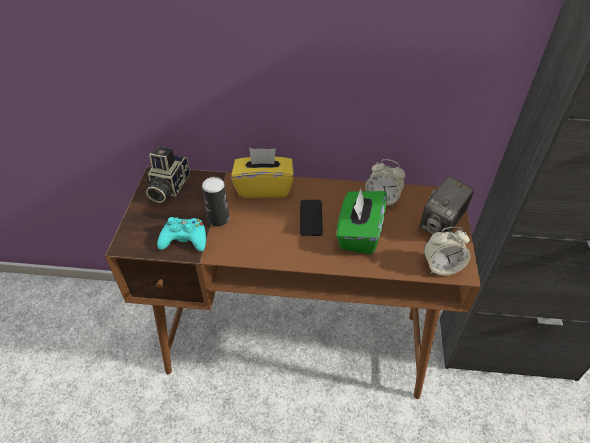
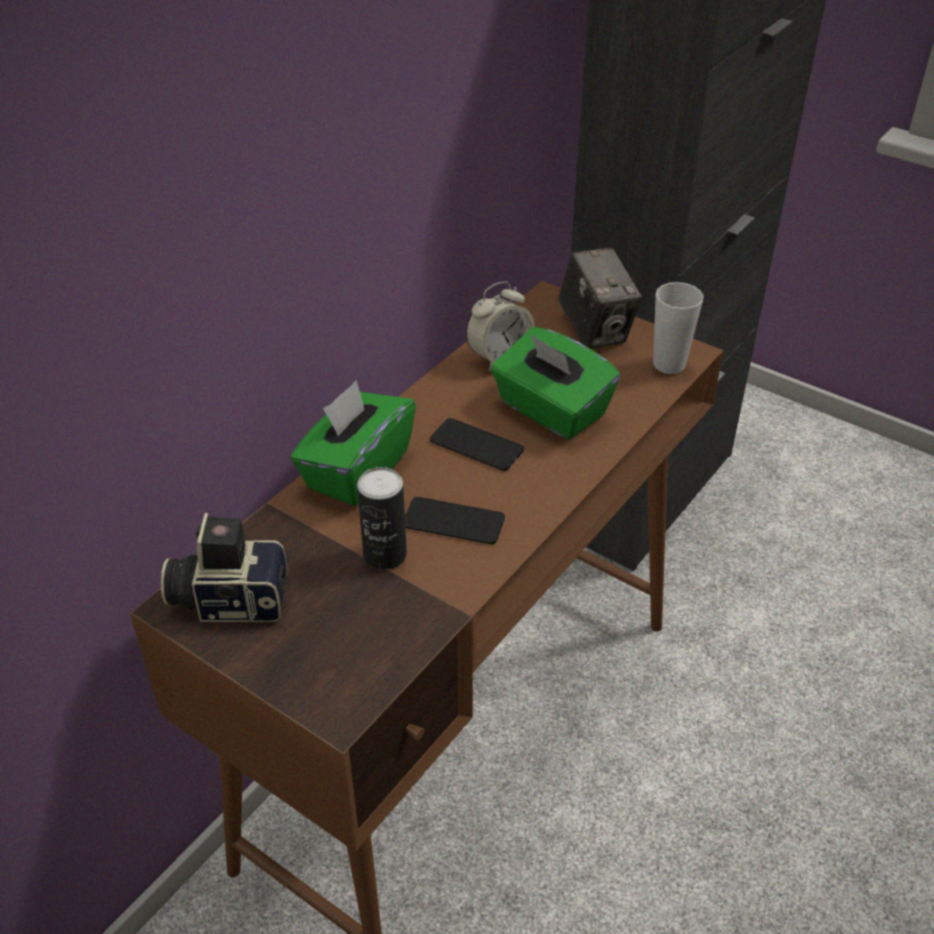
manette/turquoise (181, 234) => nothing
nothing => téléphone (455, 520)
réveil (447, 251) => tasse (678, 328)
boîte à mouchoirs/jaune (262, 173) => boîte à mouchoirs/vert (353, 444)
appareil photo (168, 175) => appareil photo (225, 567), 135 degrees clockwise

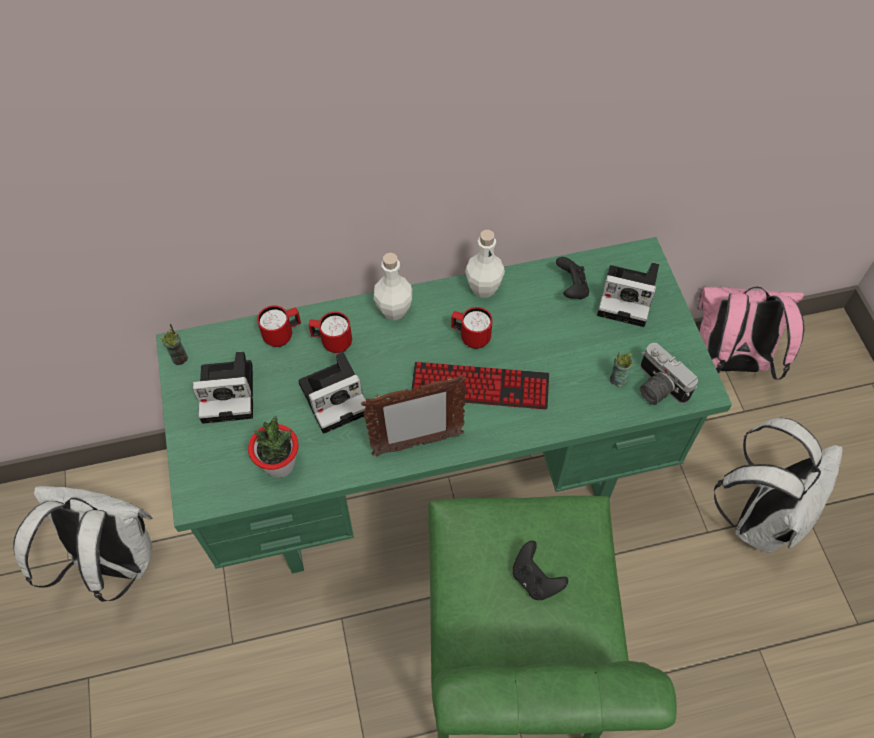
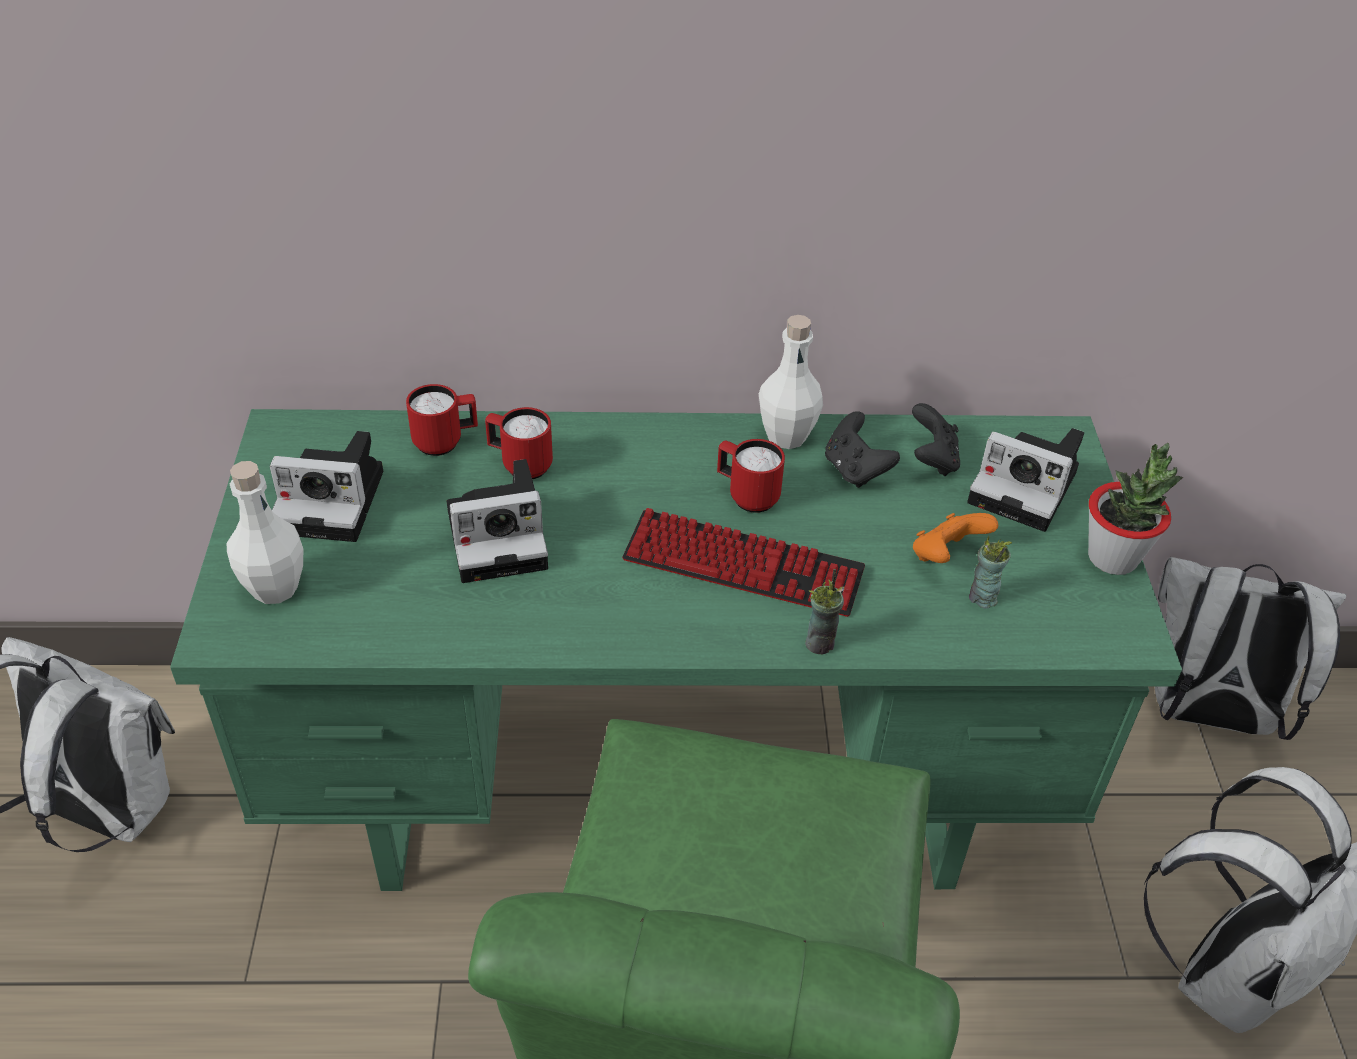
cadre photo (414, 415) => nothing
appareil photo (669, 374) => nothing
nothing => manette/orange (955, 538)
tasse (173, 344) => tasse (825, 612), moved
plante en pot (273, 447) => plante en pot (1135, 509), moved
bouteille/blanc (393, 286) => bouteille/blanc (264, 532), moved
manette/noir (540, 570) => manette/noir (862, 449), moved
sac à dos/rose (750, 333) => sac à dos/blanc (1250, 648)

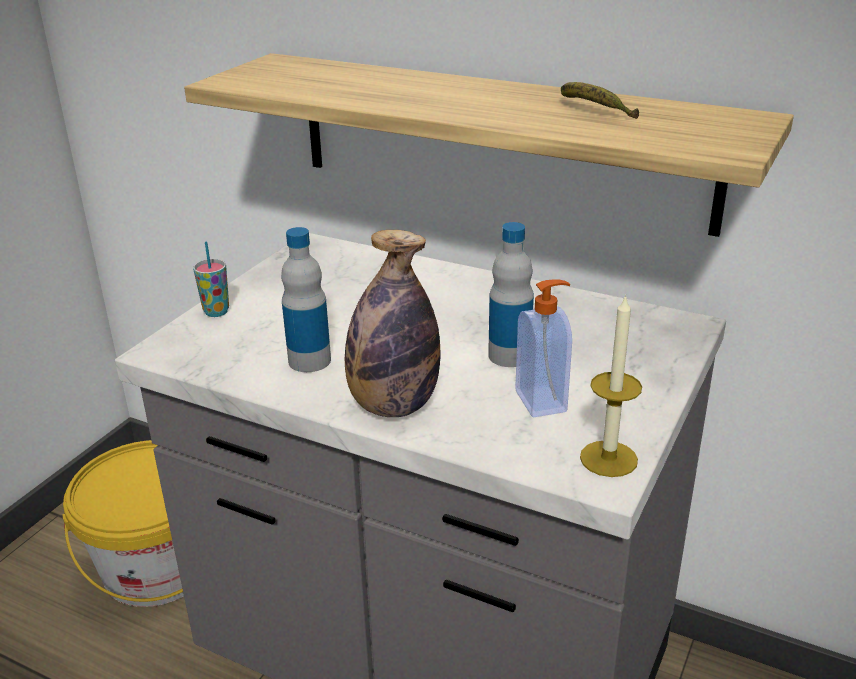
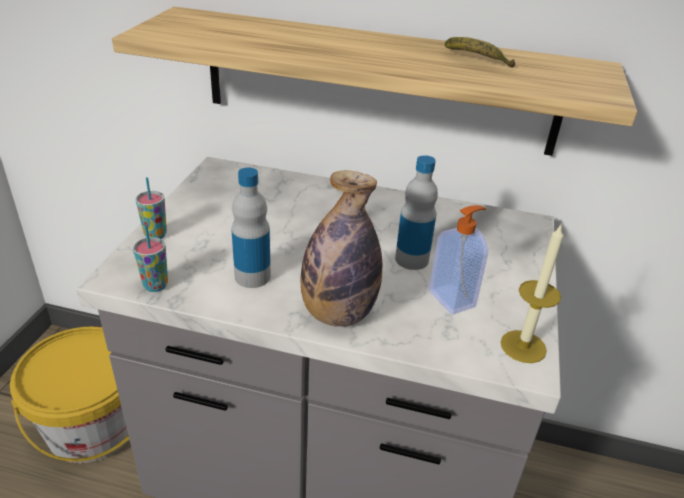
nothing => tasse (150, 258)

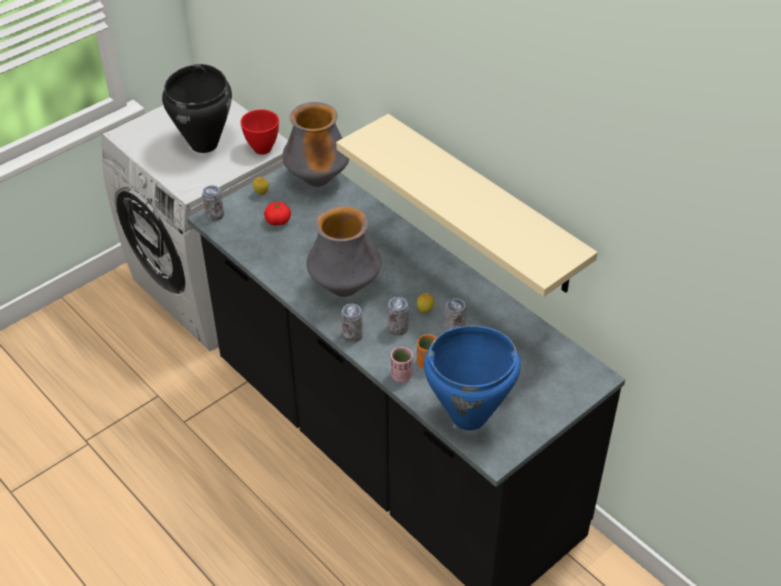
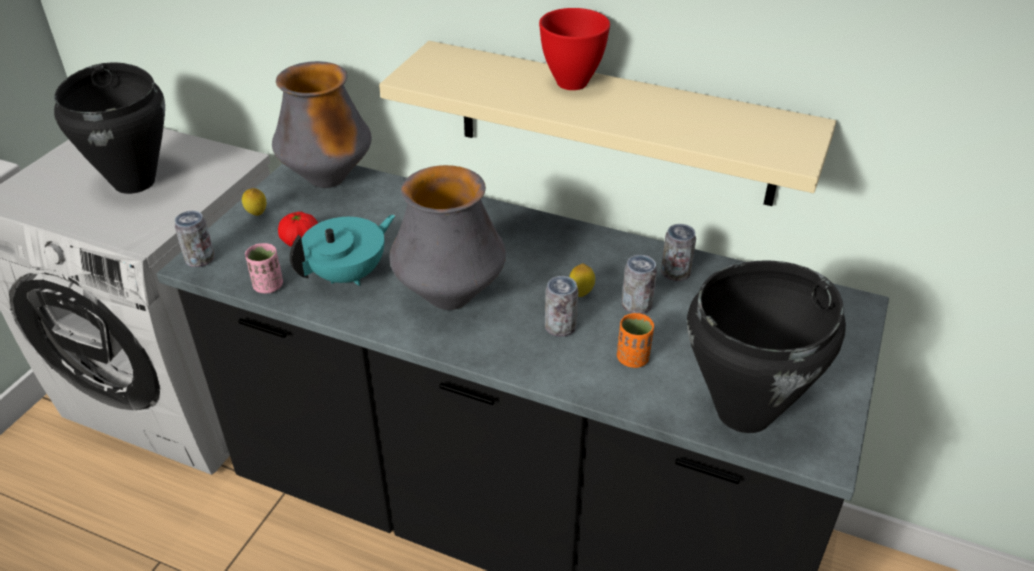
nothing => théière/turquoise (342, 250)
bol/rouge (259, 132) => bol/rouge (574, 49), moved
boîte métallique (352, 323) => boîte métallique (678, 252), moved
tasse/rose (402, 364) => tasse/rose (264, 268), moved
marmite/bleu (472, 378) => marmite/noir (766, 346)

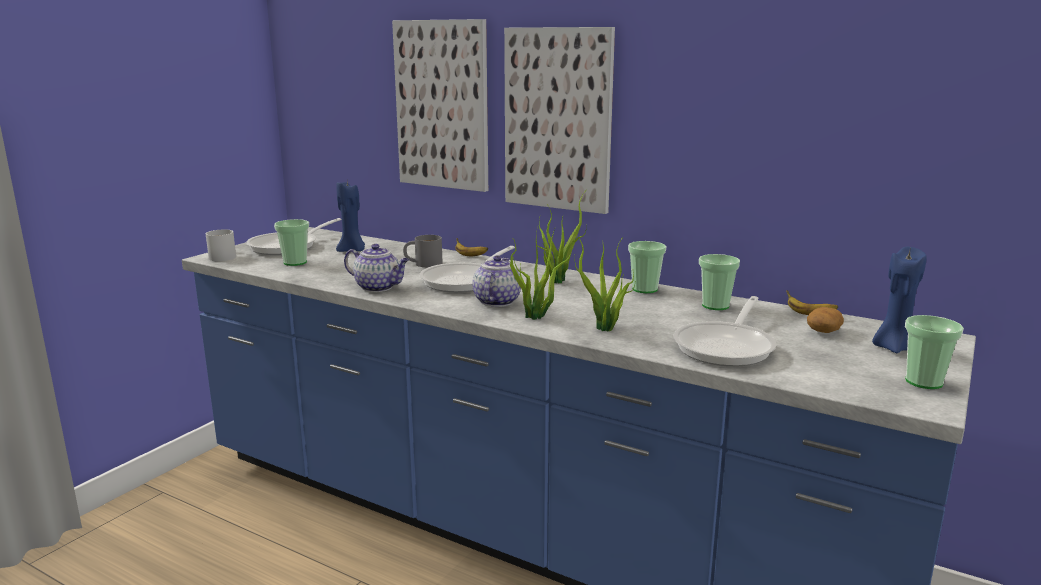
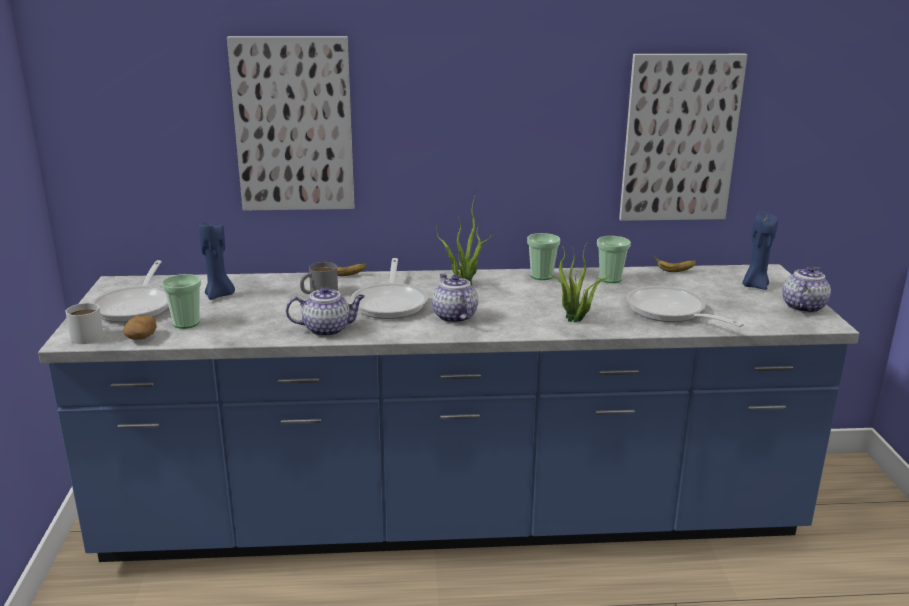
plante en pot (541, 274) => nothing
tableau (559, 120) => tableau (683, 137), moved
pomme de terre (825, 320) => pomme de terre (140, 327), moved
tasse (934, 352) => théière (806, 289)
poêle (725, 331) => poêle (685, 306), 150 degrees clockwise

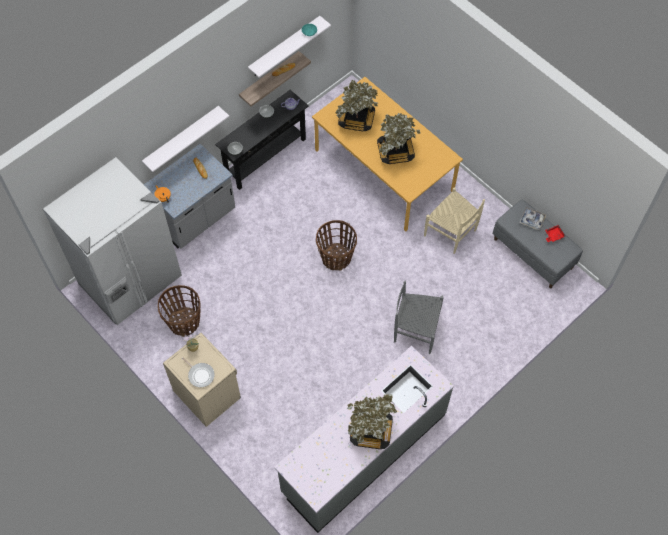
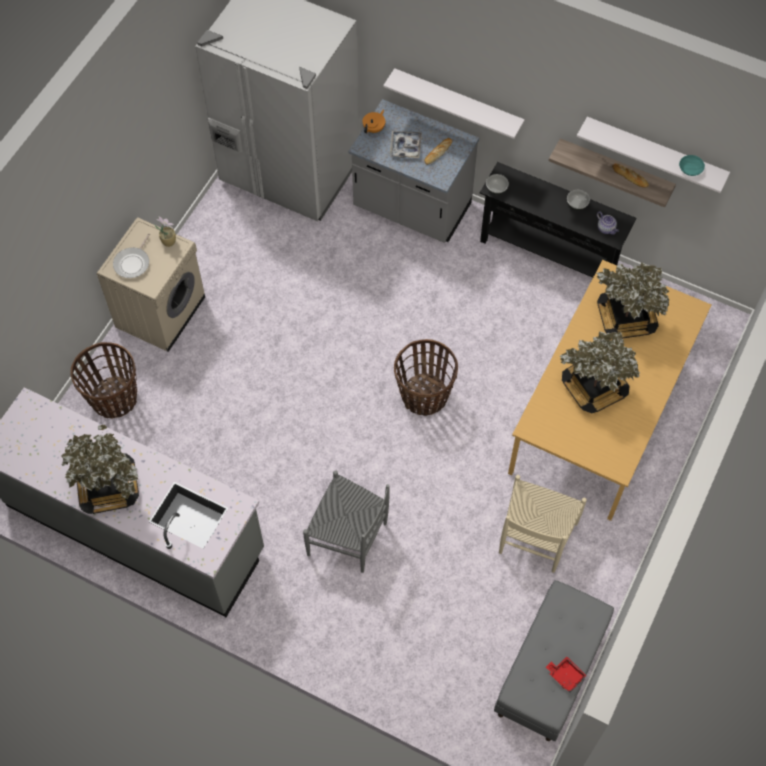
panier (179, 311) => panier (104, 380), moved
plateau (532, 218) => plateau (406, 144), moved
chaise/gris (419, 317) => chaise/gris (346, 521), 120 degrees clockwise

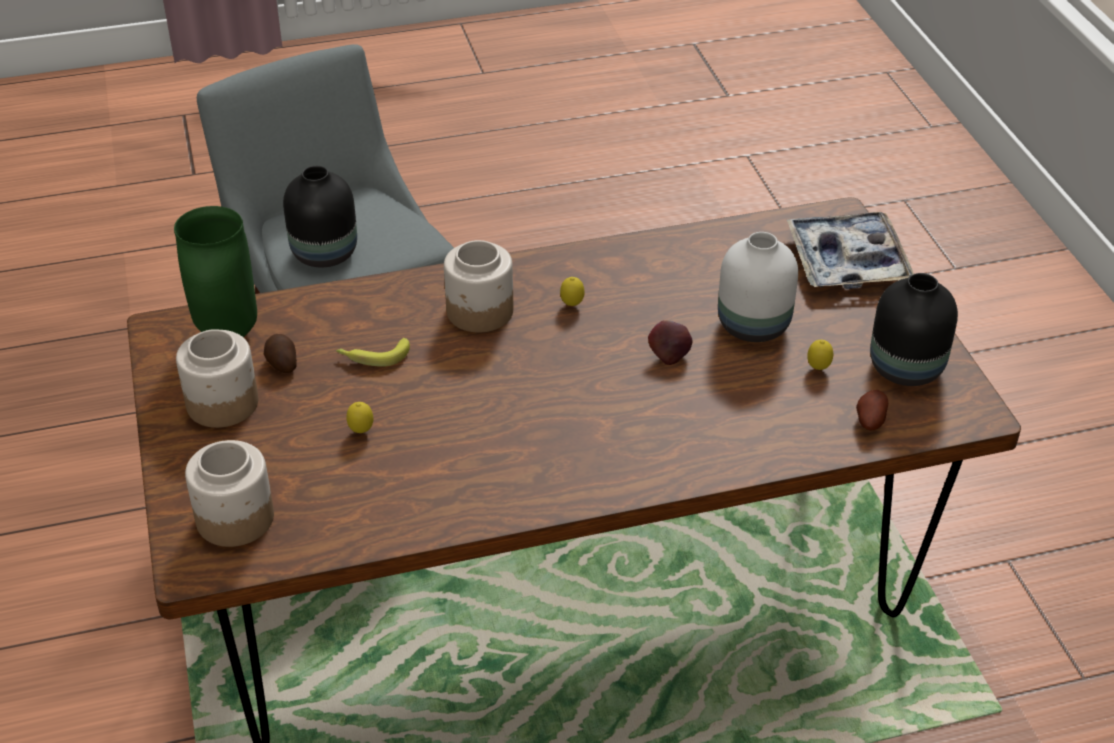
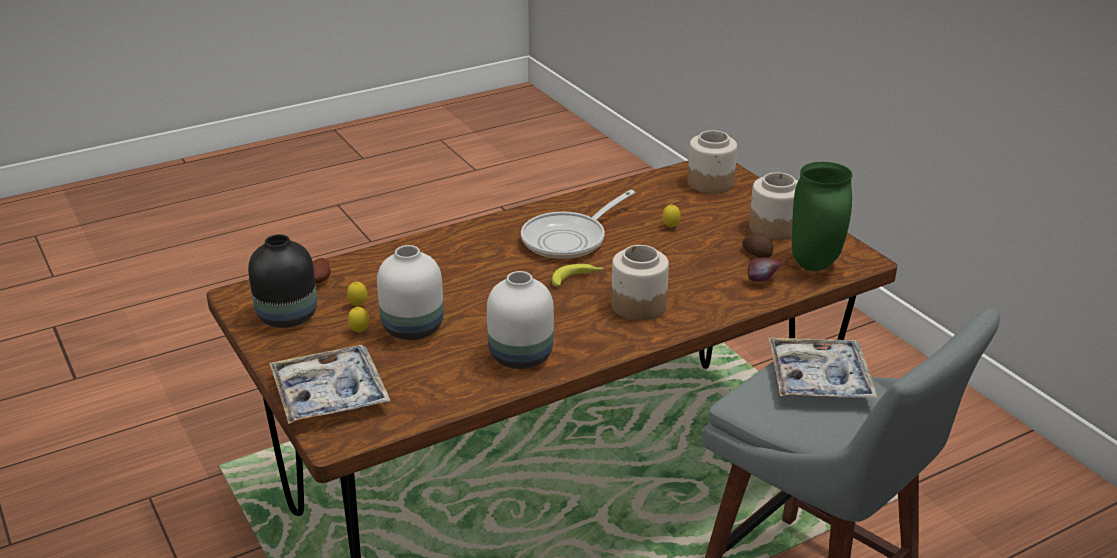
nothing => vase/blanc (520, 320)
nothing => poêle (578, 224)
banane (373, 352) => banane (578, 275), moved
citron (572, 291) => citron (358, 320), moved
pomme (670, 342) => pomme (764, 269), moved
vase/noir (320, 216) => plateau (823, 368)

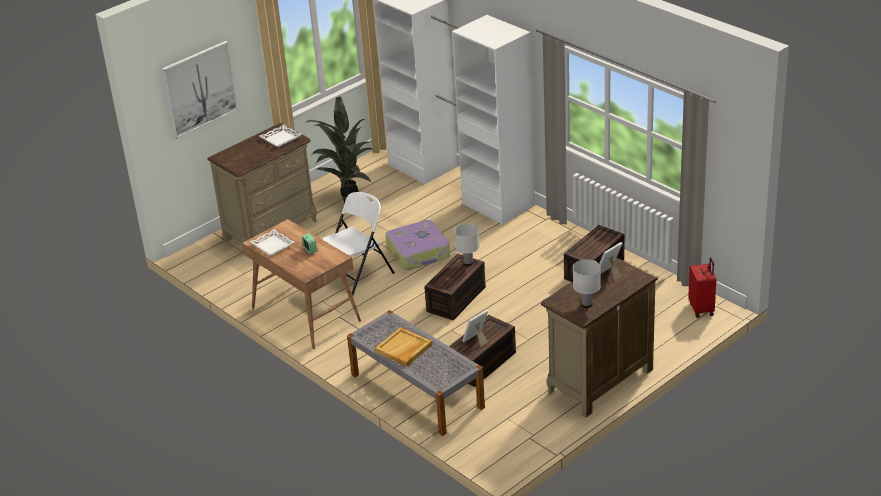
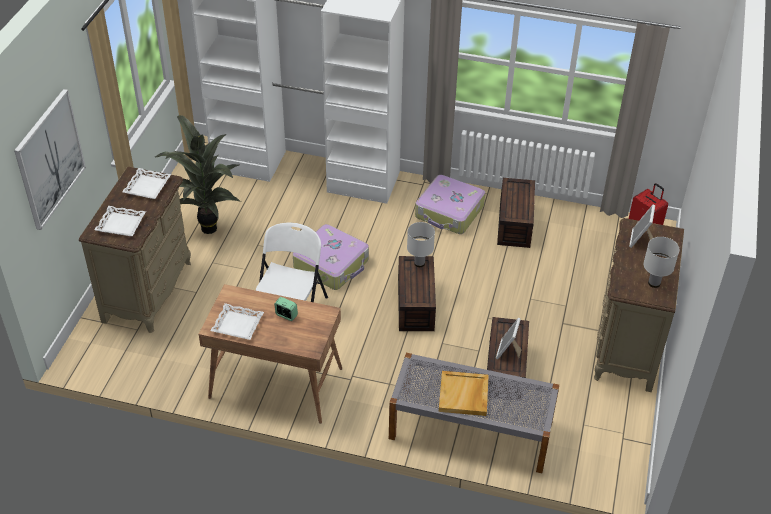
nothing => plateau/blanc (120, 221)
nothing => valise (450, 204)

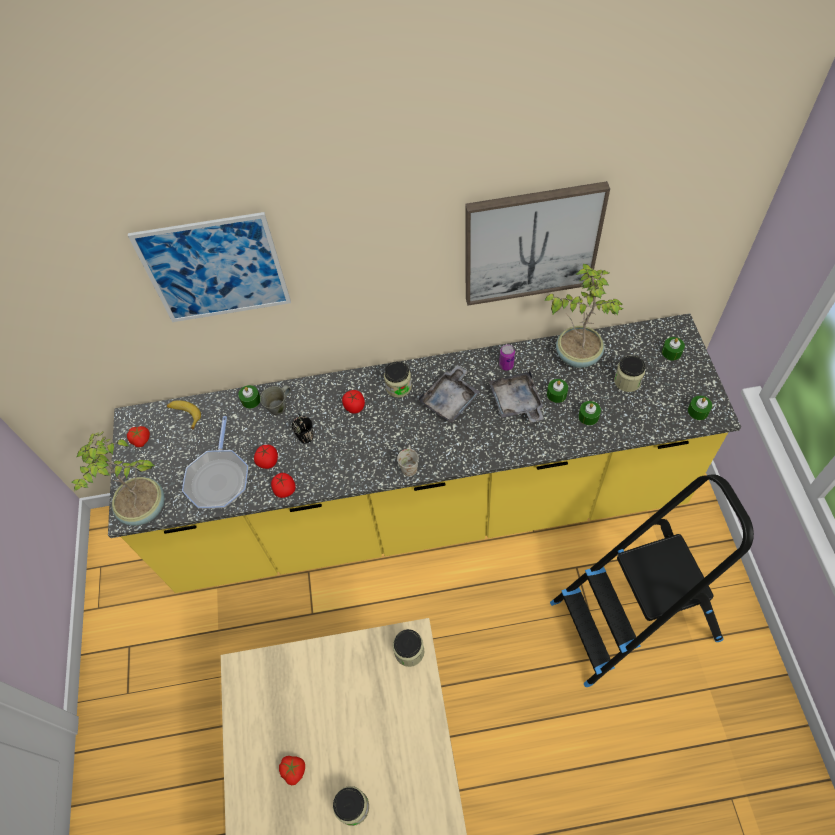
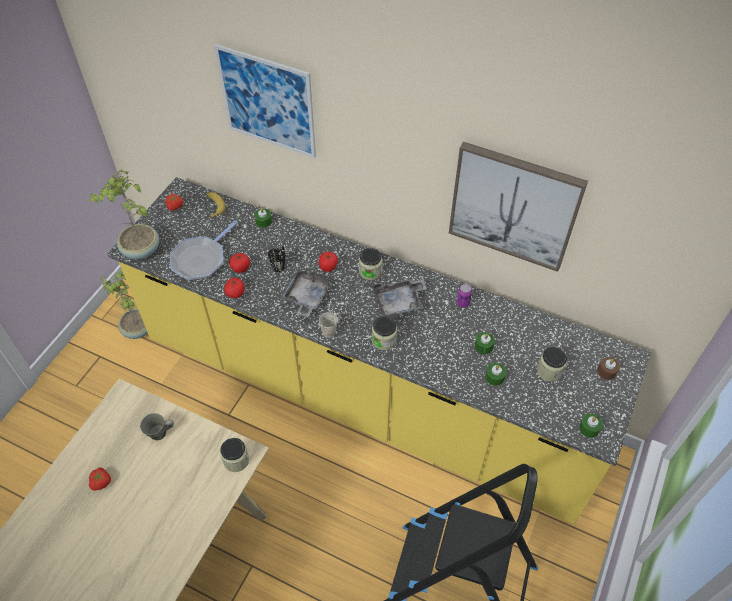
mug/gris (275, 400) => mug/gris (157, 427), moved
bocal (351, 806) => bocal (384, 333), moved
plateau/gris (516, 396) => plateau/gris (306, 293), moved
plante en pot (584, 315) => plante en pot (124, 305), moved
bougie/vert (673, 348) => bougie/marron (608, 368)

